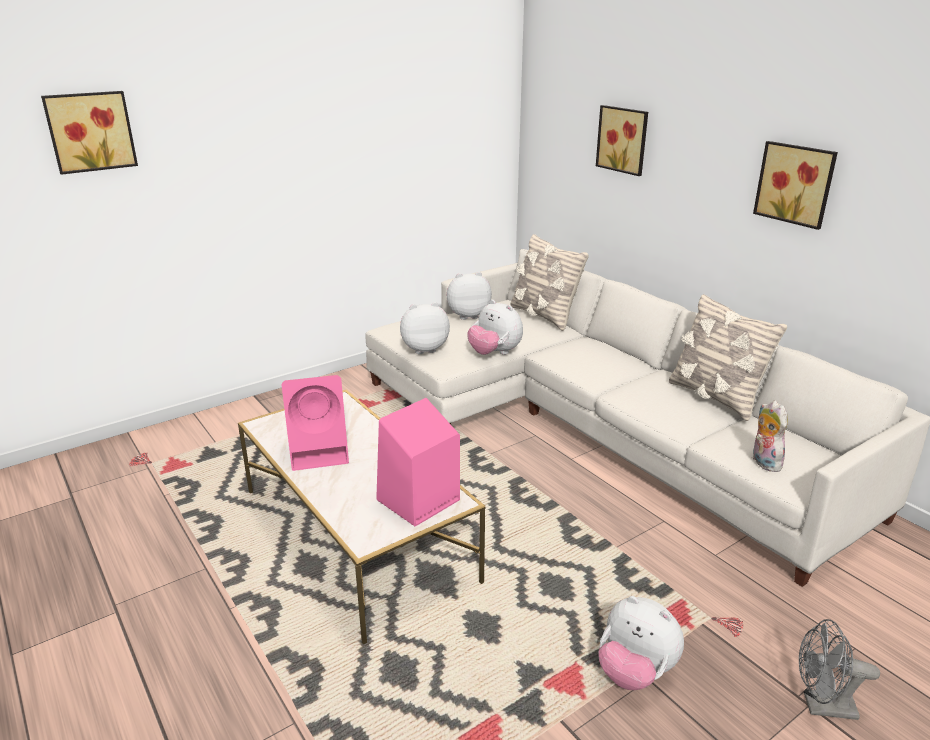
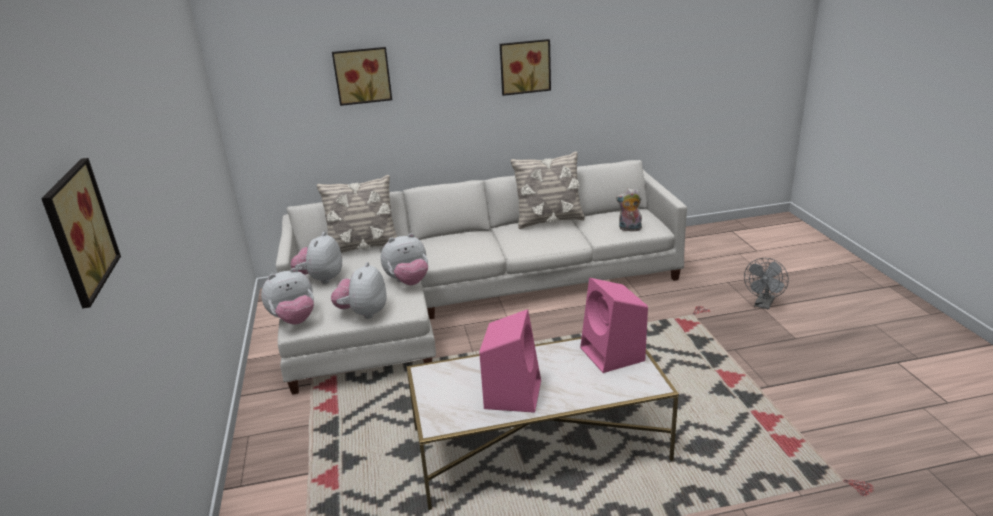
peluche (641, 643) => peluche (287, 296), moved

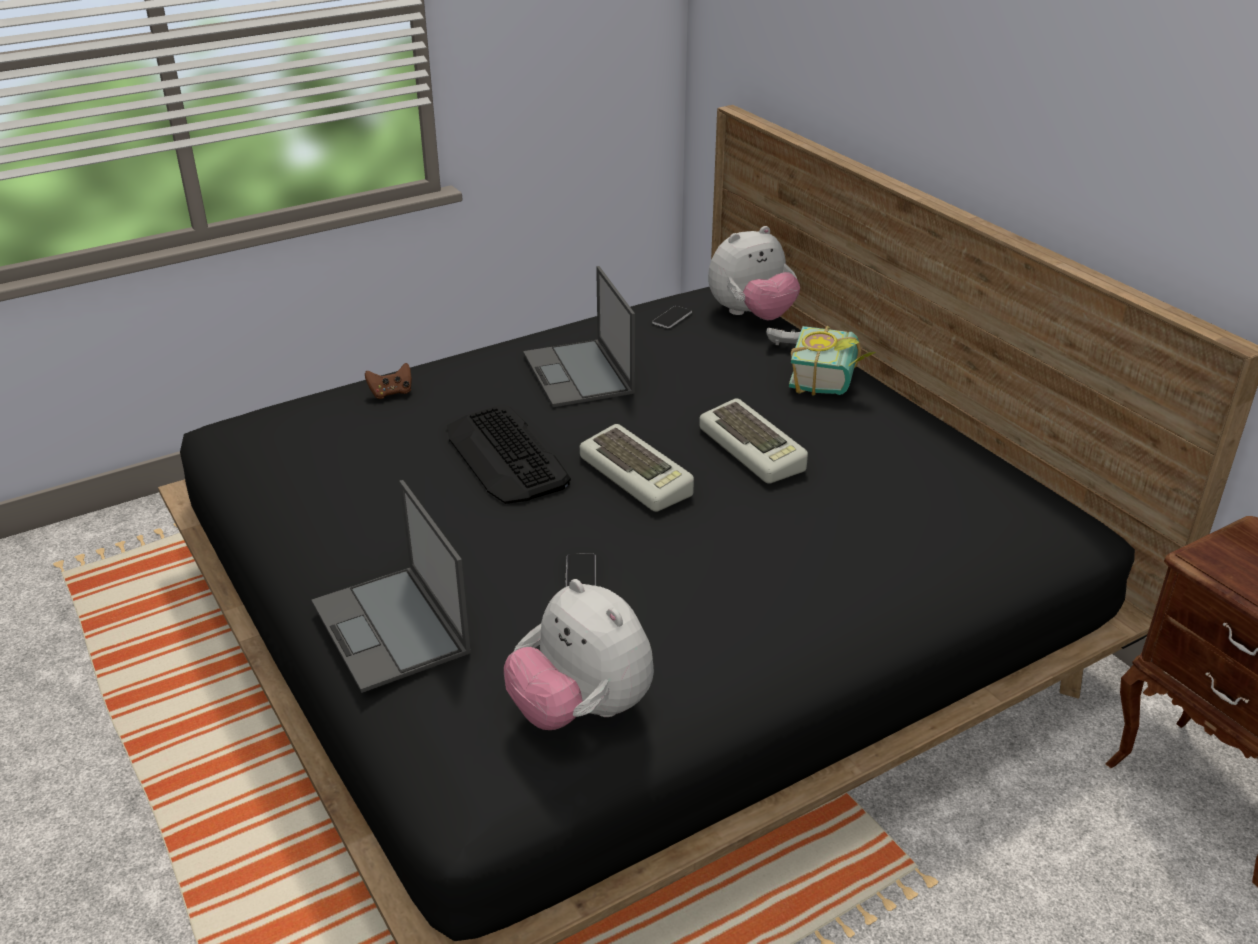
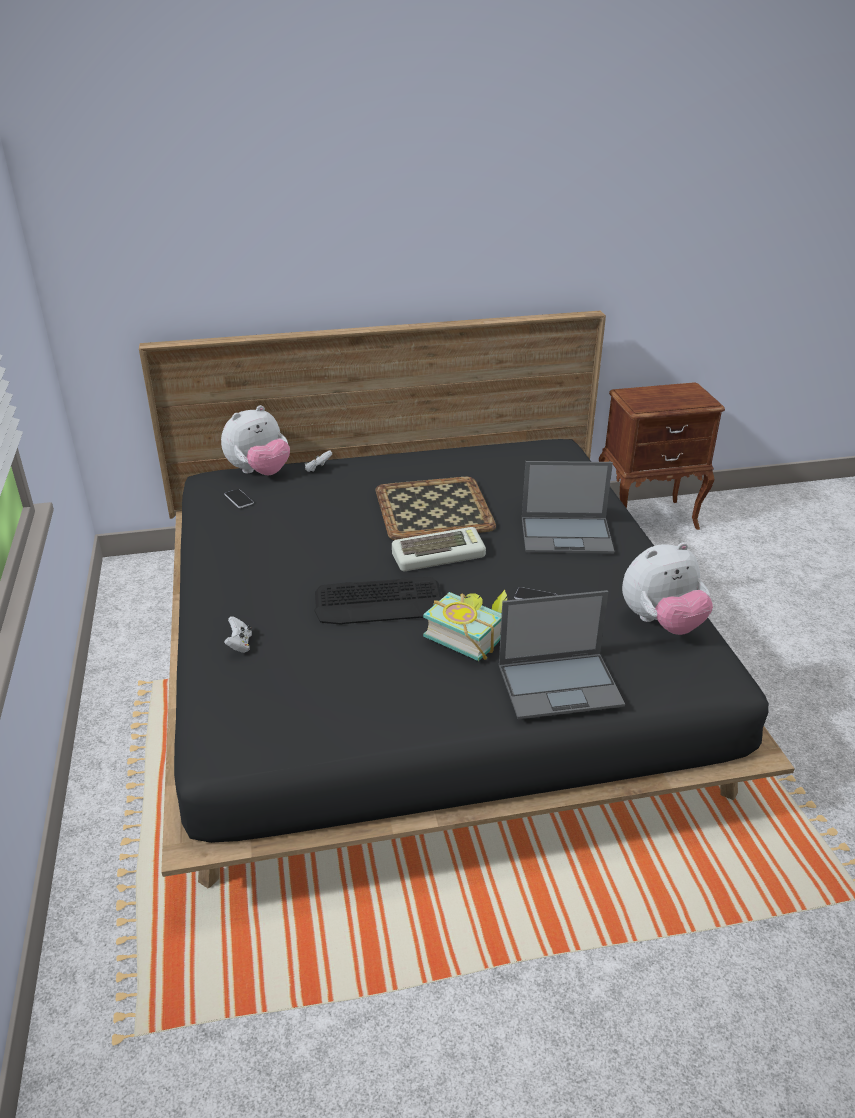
ordinateur portable (579, 336) => ordinateur portable (568, 507), moved
livre (832, 361) => livre (465, 625), moved
clavier (753, 441) => plateau (435, 508)
manette/marron (388, 381) => manette/blanc (238, 634)
peluche (754, 273) => peluche (255, 440), 60 degrees clockwise

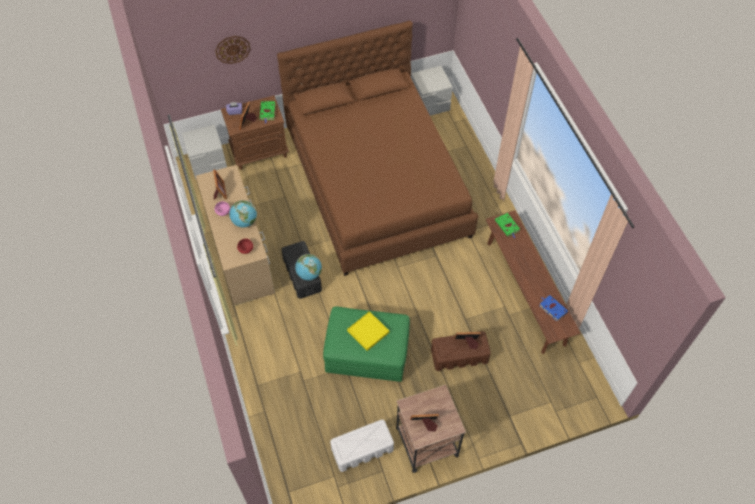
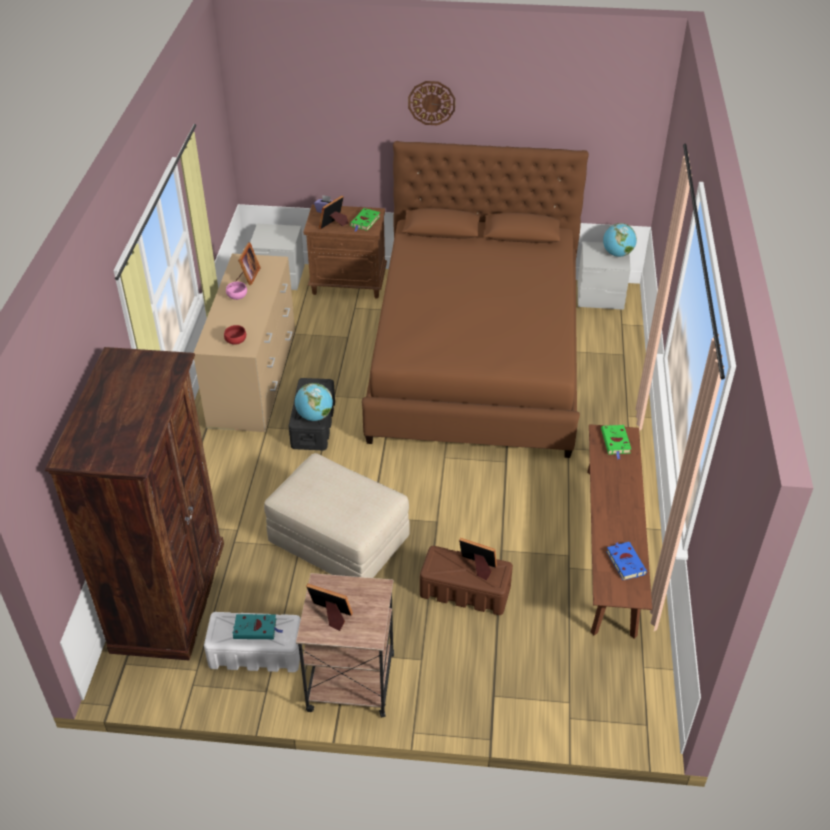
plateau/jaune (368, 331) => nothing
nothing => armoire/marron (134, 504)
nothing => livre/turquoise (258, 626)
horloge murale (233, 50) => horloge murale (431, 103), moved
globe (243, 214) => globe (620, 240), moved
pouf/vert (366, 344) => pouf/beige (337, 515)

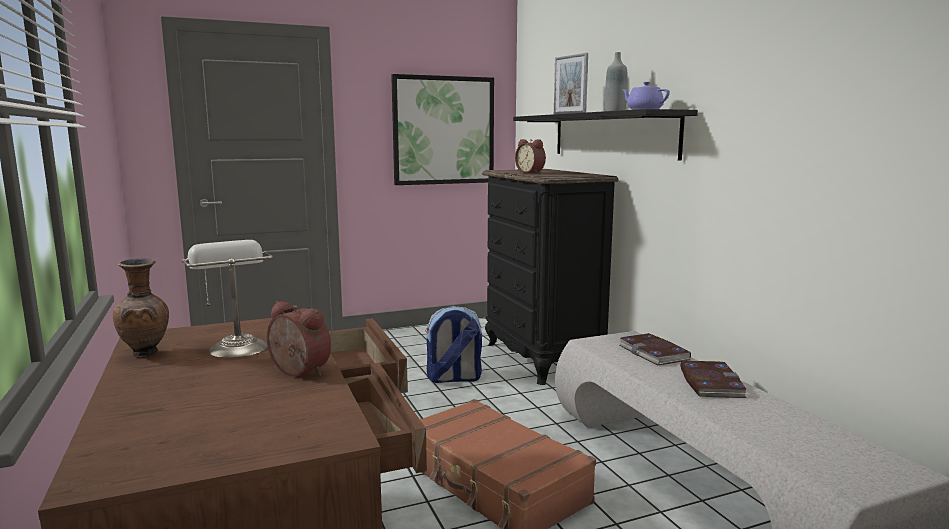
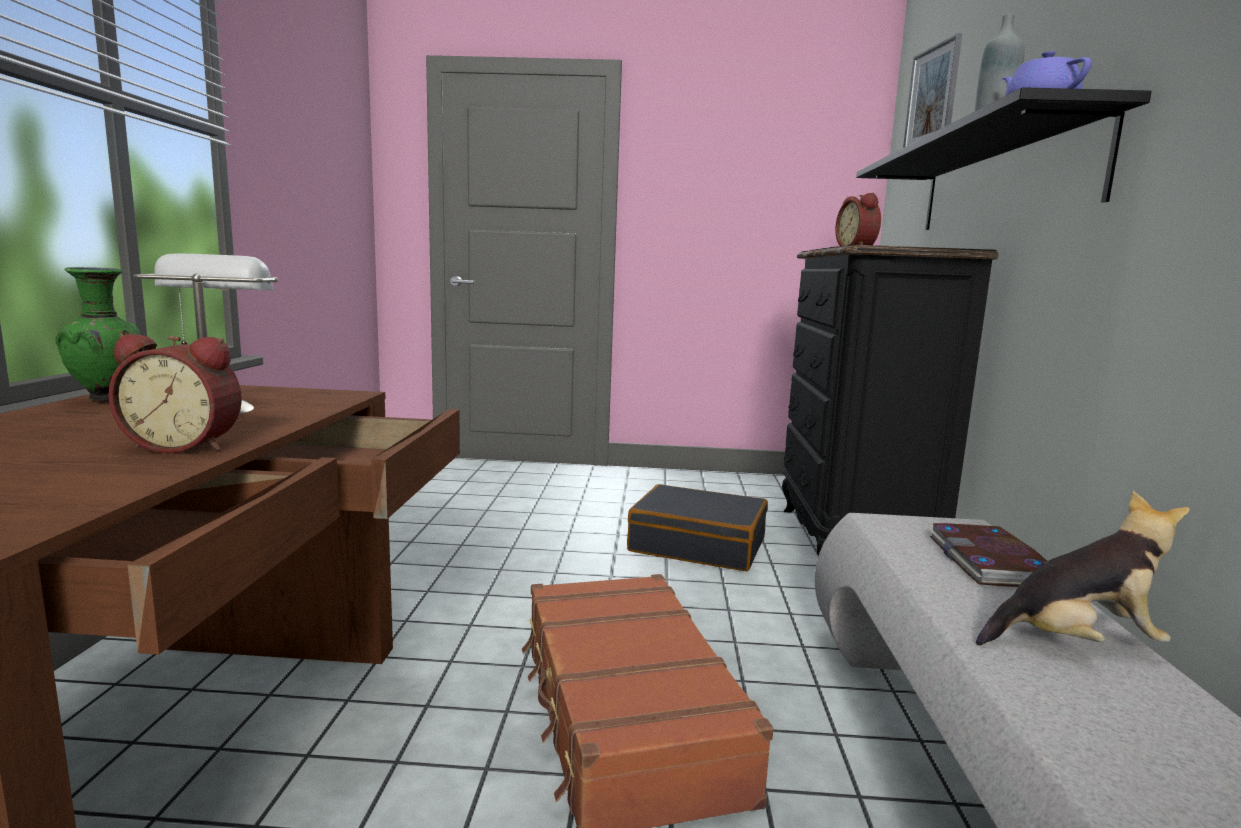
tableau (442, 129) => nothing
sac à dos (453, 344) => valise/noir (697, 527)
livre (714, 379) => peluche (1083, 568)
vase/marron (141, 307) => vase/vert (98, 335)
réveil (299, 338) => réveil (175, 393), 120 degrees clockwise

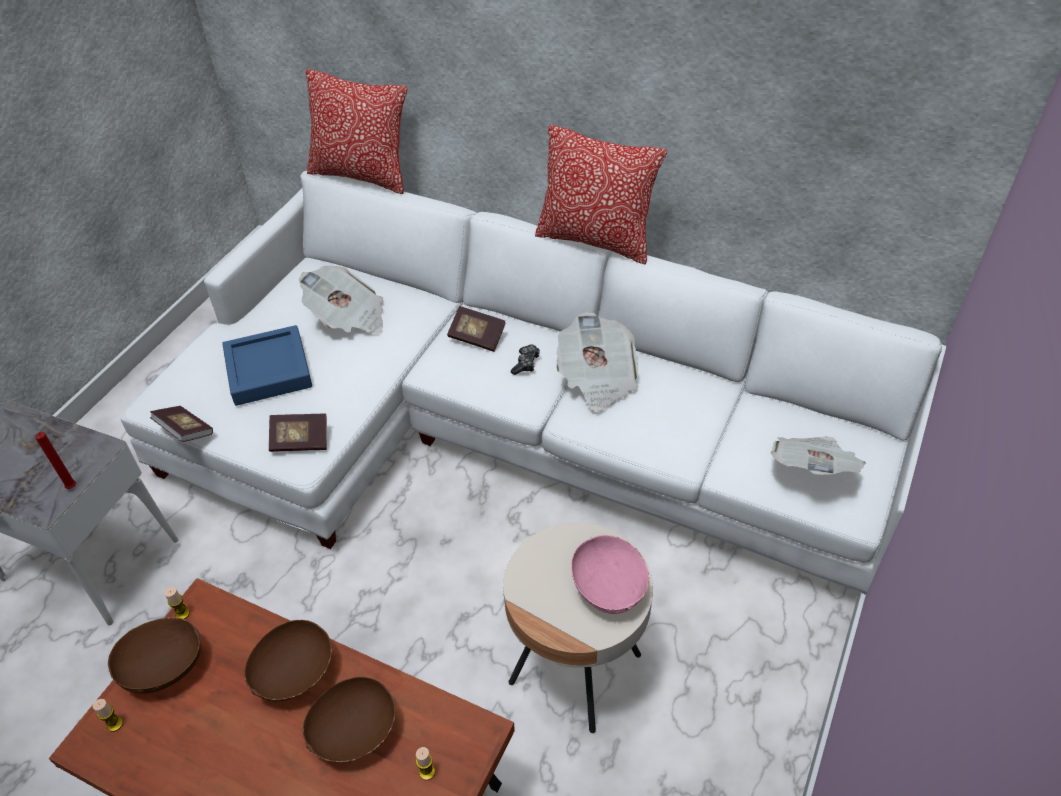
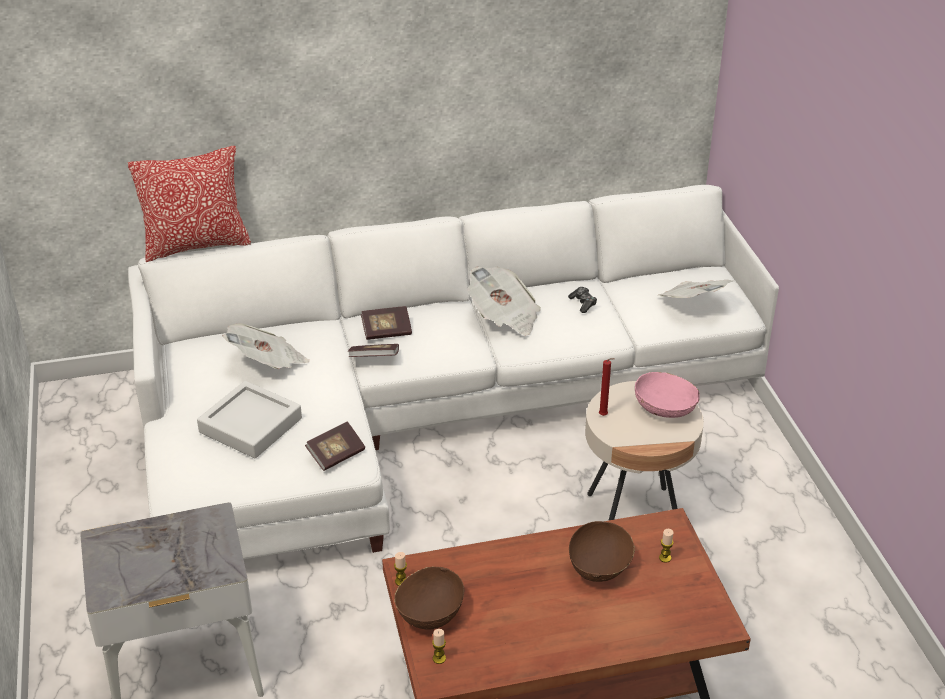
bol/marron (288, 660) => nothing
coussin (601, 194) => nothing
bougie/rouge (55, 460) => bougie/rouge (607, 387), moved
livre (181, 424) => livre (373, 350), moved
manette (525, 360) => manette (582, 300), moved
plateau/bleu (267, 365) => plateau/gris (249, 419)

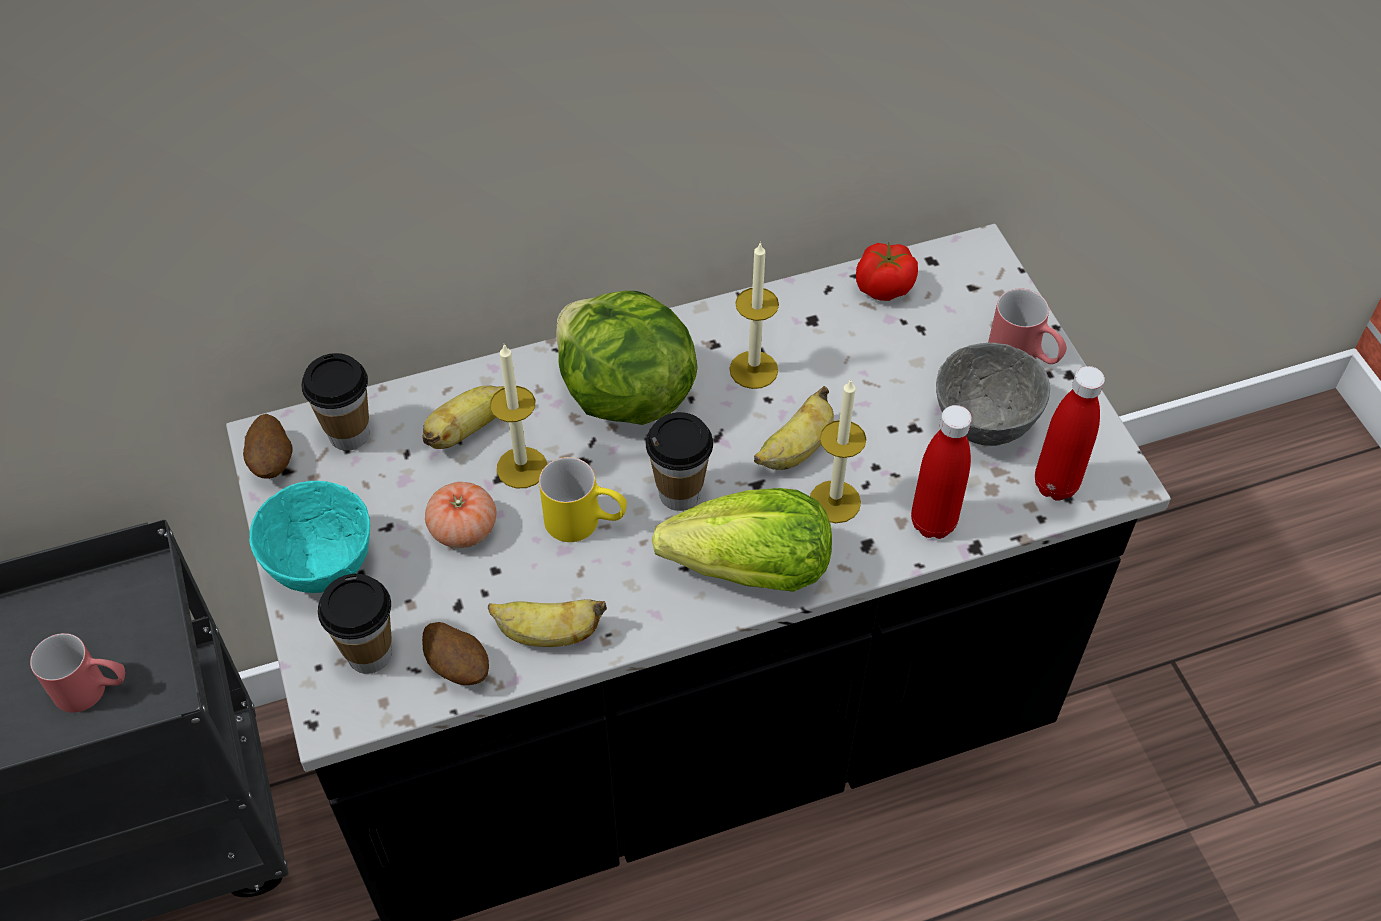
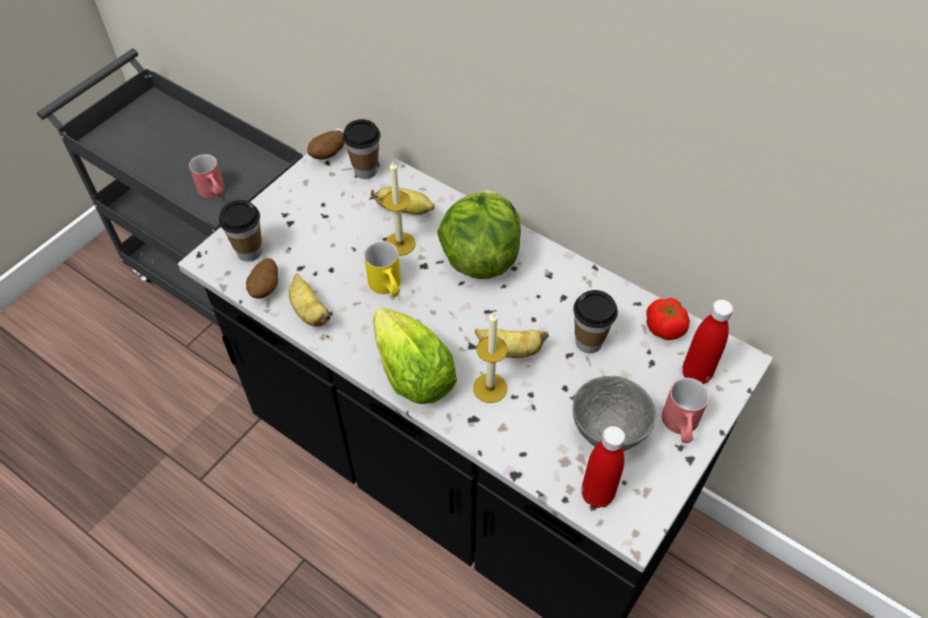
bol/turquoise (309, 537) => nothing
tomate (460, 515) => nothing
bougie (754, 315) => nothing
tasse (679, 461) => tasse (595, 321), moved
bouteille/rouge (941, 472) => bouteille/rouge (707, 341), moved

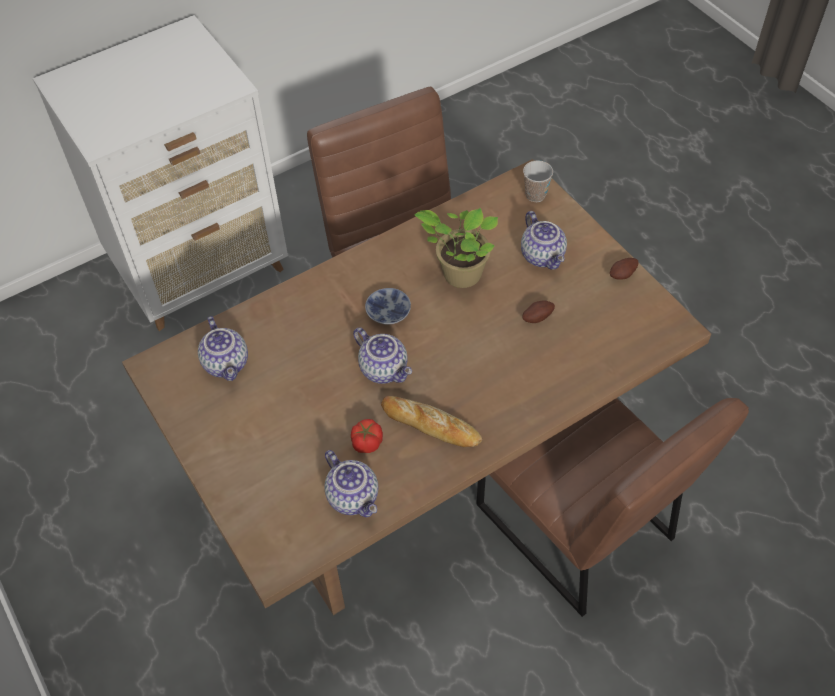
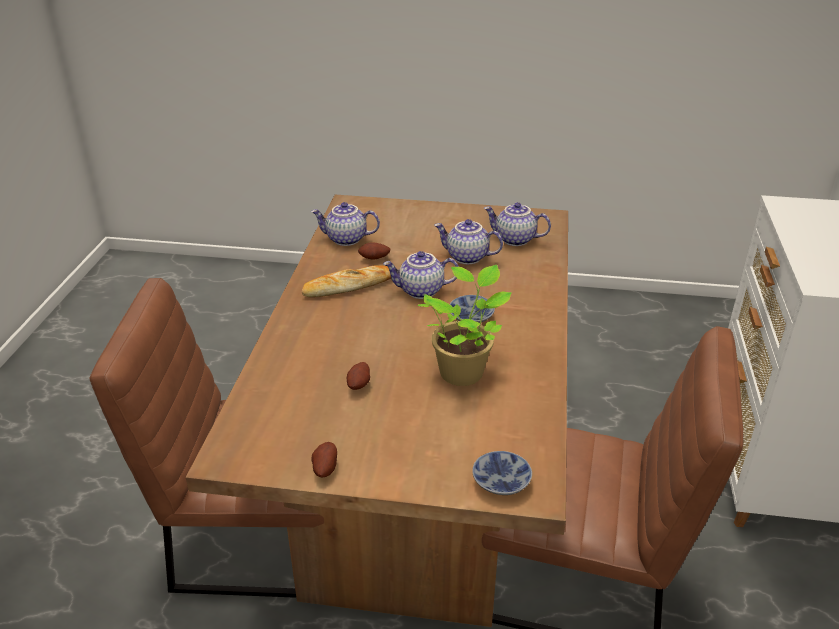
théière (544, 240) => théière (468, 241), moved
tomate (367, 436) => pomme de terre (374, 251)
tasse (538, 181) => bol (502, 473)

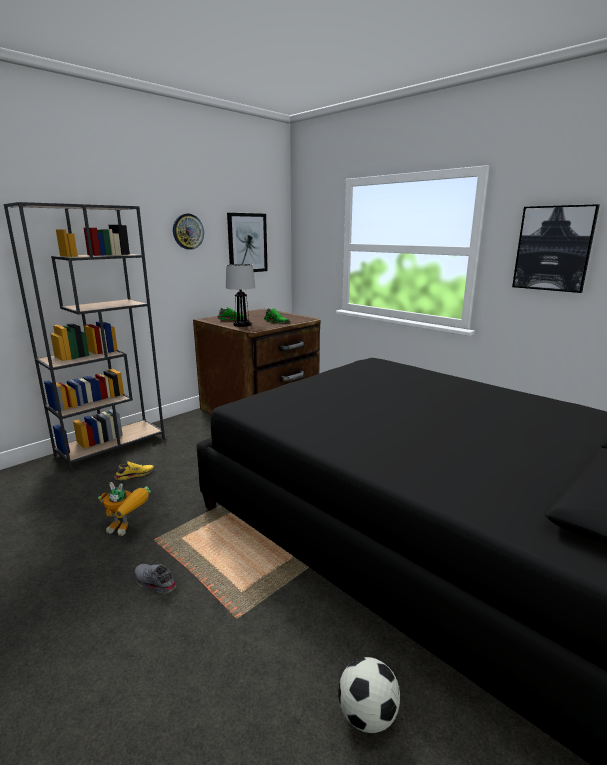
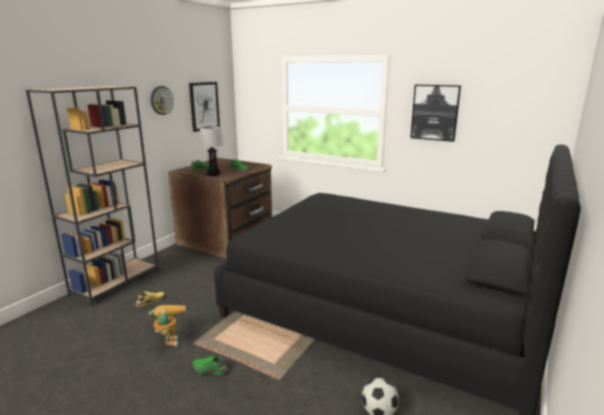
chaussure/gris (155, 579) => chaussure/vert (210, 365)
robot jouet (124, 509) => robot jouet (167, 326), 105 degrees counterclockwise

